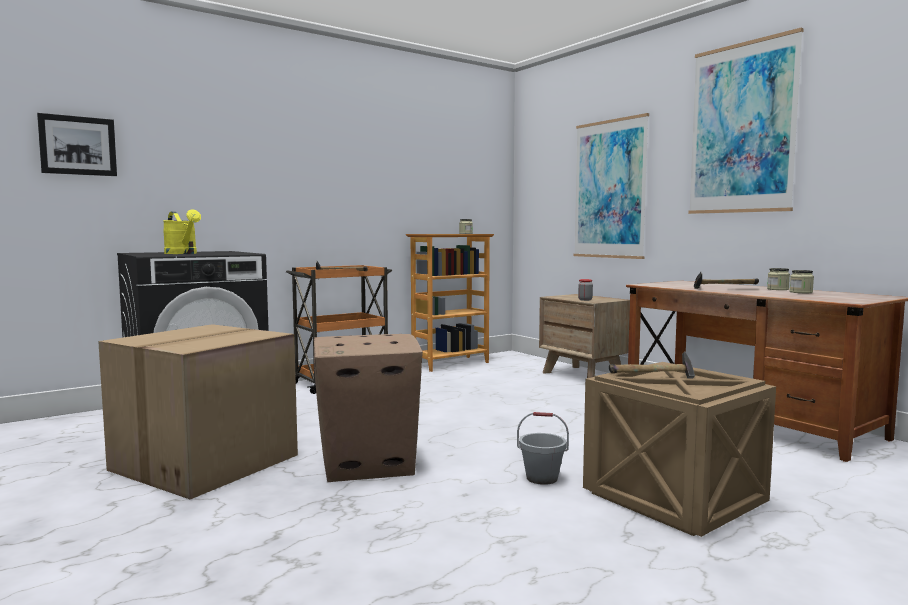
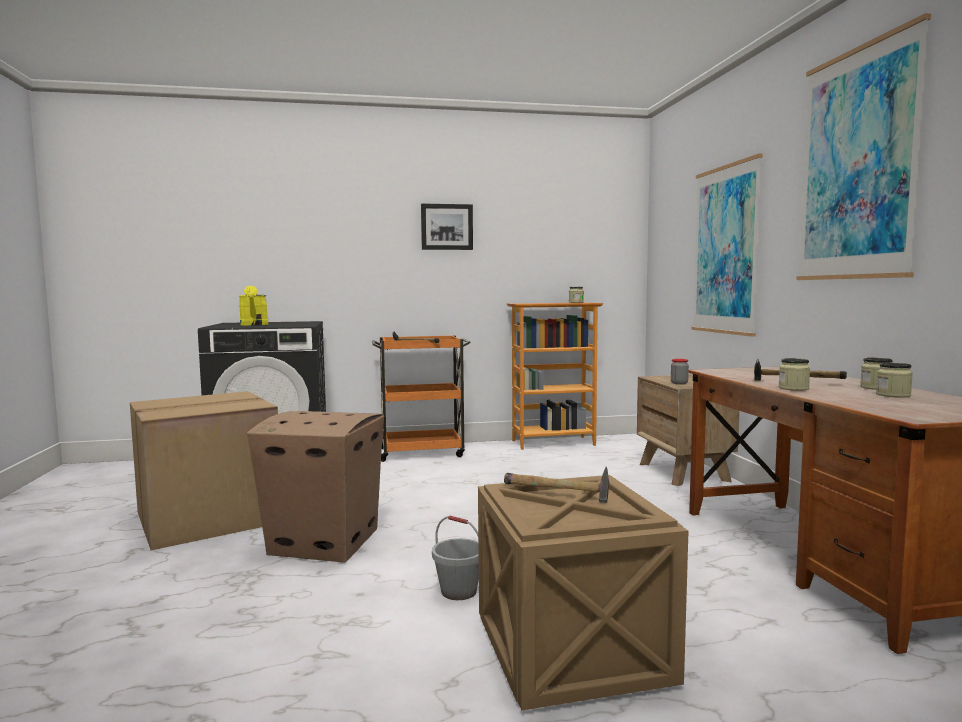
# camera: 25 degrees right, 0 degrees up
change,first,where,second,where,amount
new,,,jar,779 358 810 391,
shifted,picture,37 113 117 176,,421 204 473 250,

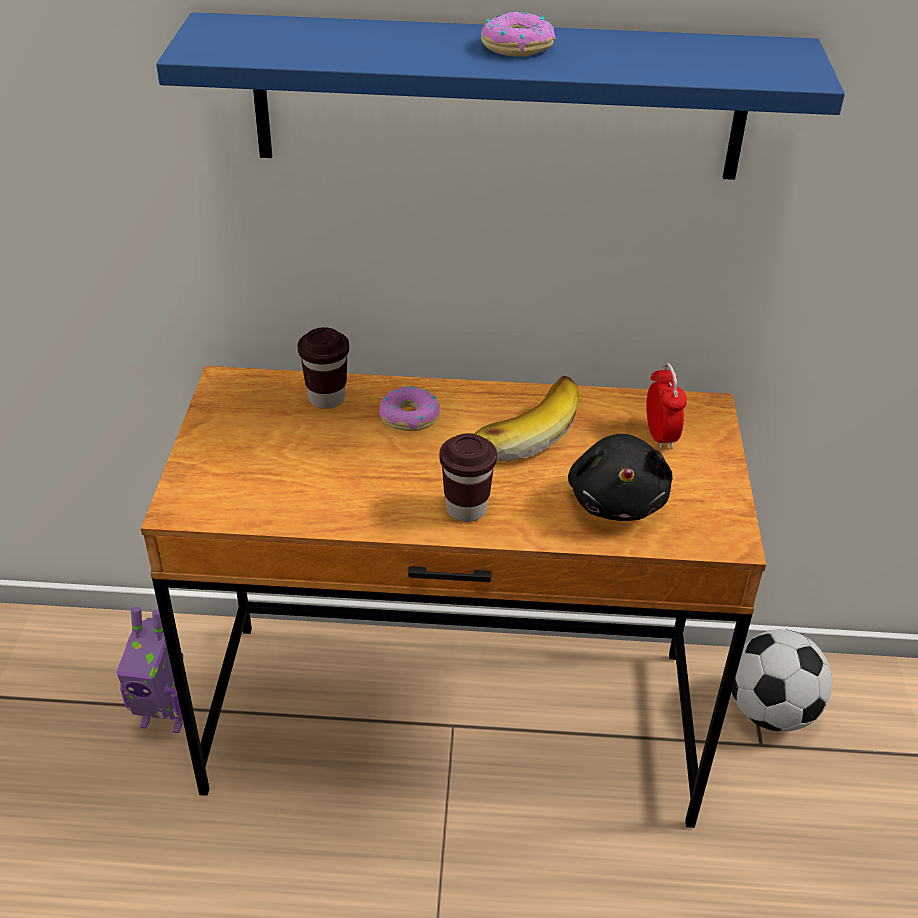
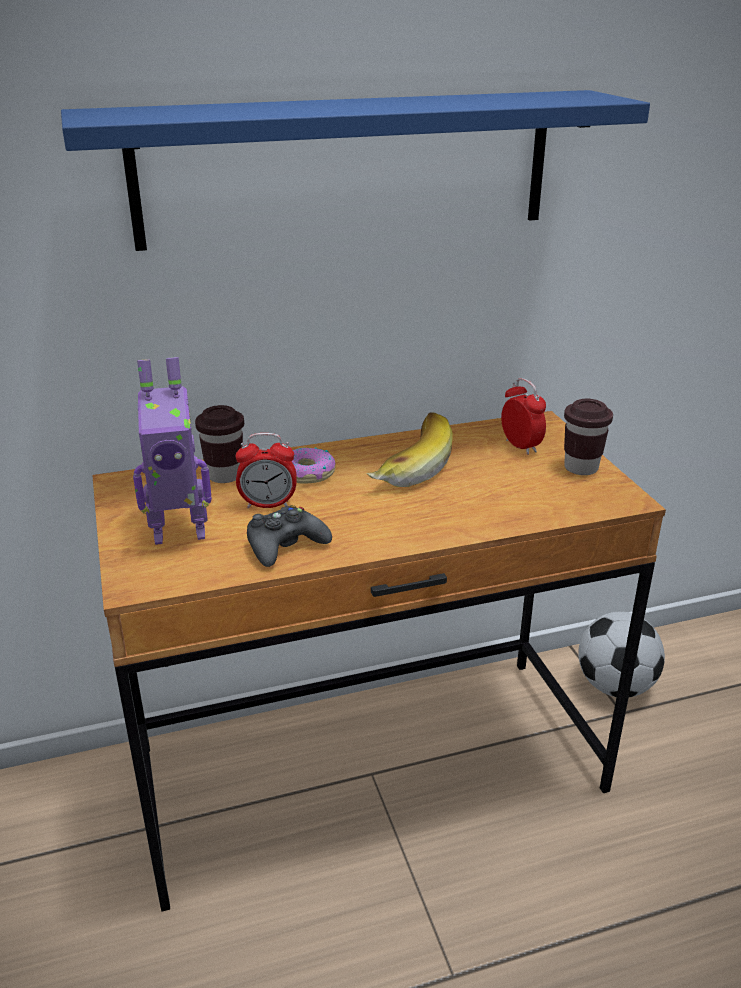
# camera: 20 degrees left, 10 degrees down
change,first,where,second,where,amount
gone,donut,481 11 555 57,,,
gone,black plush toy,568 434 672 521,,,
new,,,alarm clock,236 433 296 508,
new,,,black game controller,247 505 332 567,
shifted,toy robot,116 607 184 733,,133 357 212 545,
shifted,brown cup,439 433 497 522,,564 399 613 475,

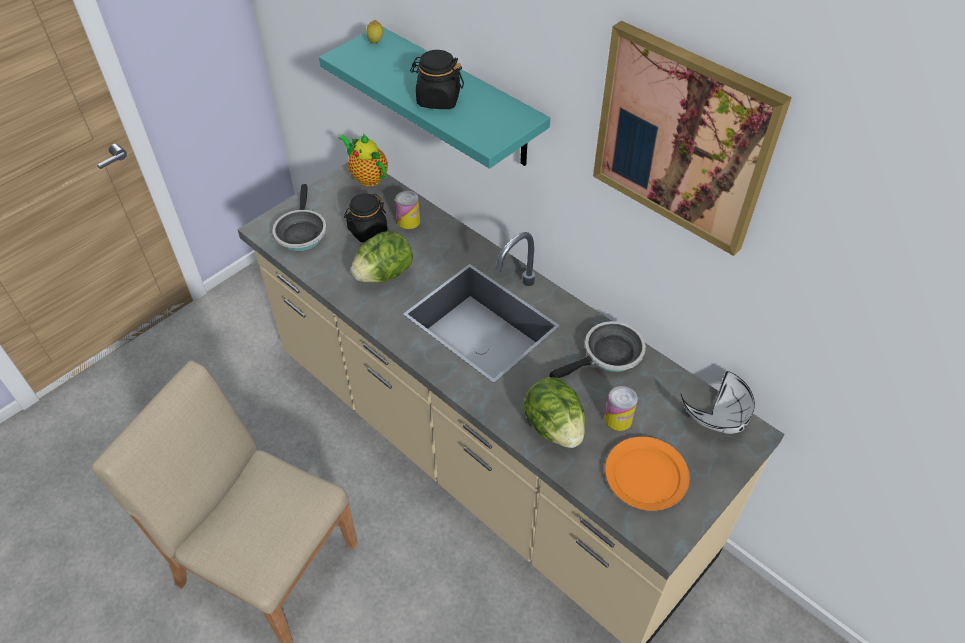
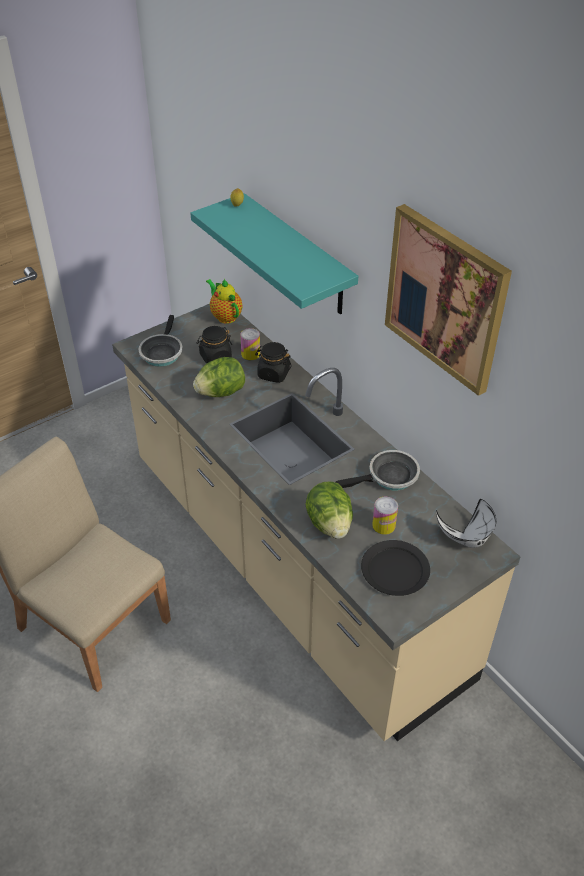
# camera: 10 degrees right, 5 degrees down
change,first,where,second,where,amount
shifted,black jar,410 50 464 109,,255 342 292 383,
repainted,orange plate,605 437 690 511,black plate,361 540 430 596,

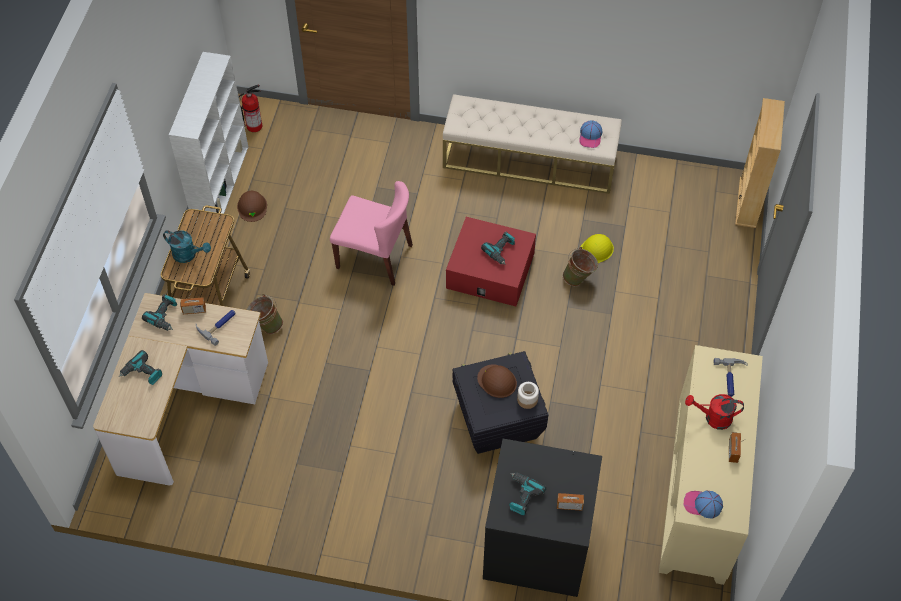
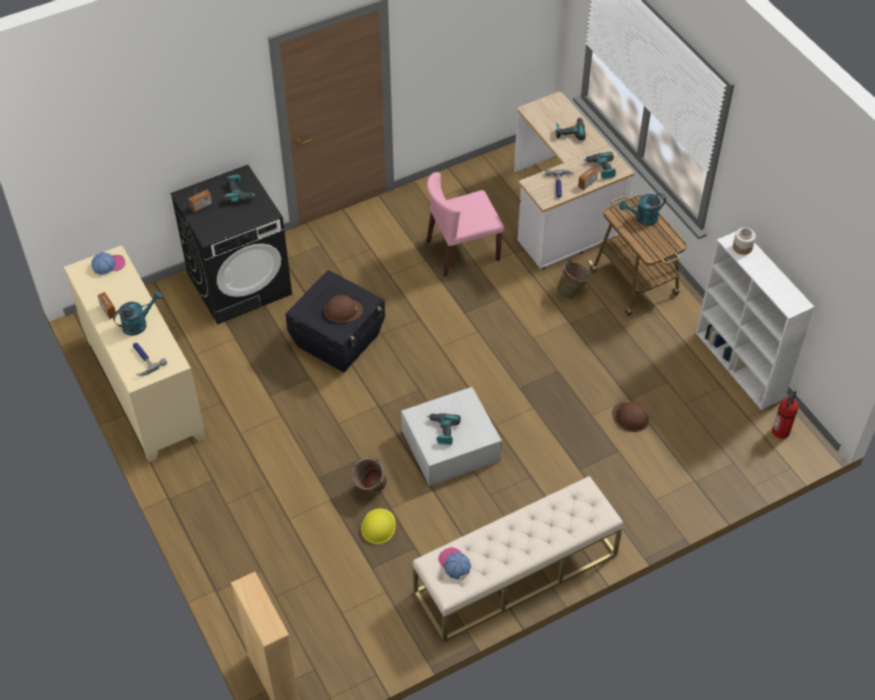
# camera: 140 degrees right, 5 degrees down
change,first,where,second,where,amount
shifted,brown hard hat,237 191 267 222,,612 402 649 432,
shifted,pink chair,330 181 413 286,,426 172 504 277,
shifted,jar,517 382 539 409,,733 228 756 255,
repainted,red storage box,446 217 536 306,white storage box,401 387 502 486,
repainted,red watering can,685 394 744 430,turquoise watering can,113 290 162 336,

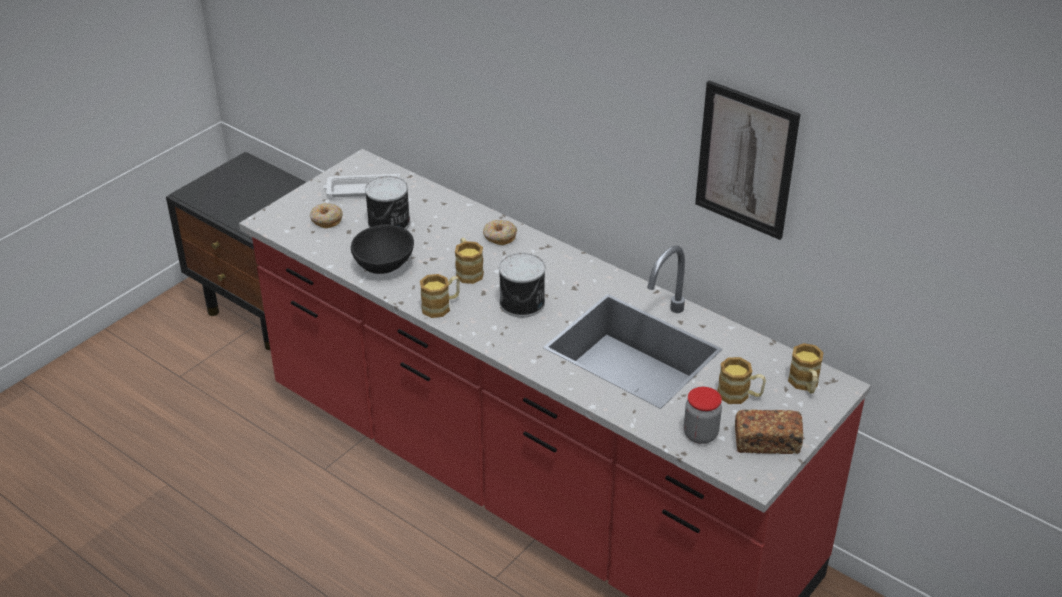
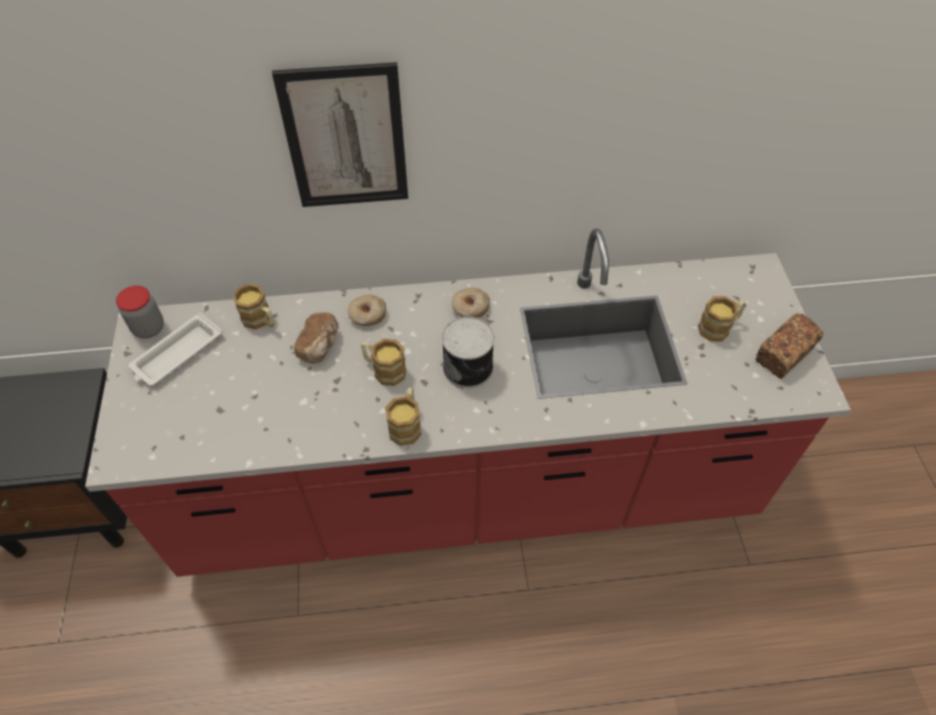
# camera: 45 degrees left, 15 degrees up
change,first,where,second,where,amount
gone,black bowl,351 224 414 274,,,
gone,can,365 176 410 229,,,
new,,,bread,294 312 339 364,
shifted,donut,310 203 342 228,,451 288 490 318,
shifted,jar,684 387 722 444,,116 286 164 338,
shifted,picture,695 81 800 240,,272 62 408 207,
shifted,mug,788 343 824 394,,232 283 275 330,

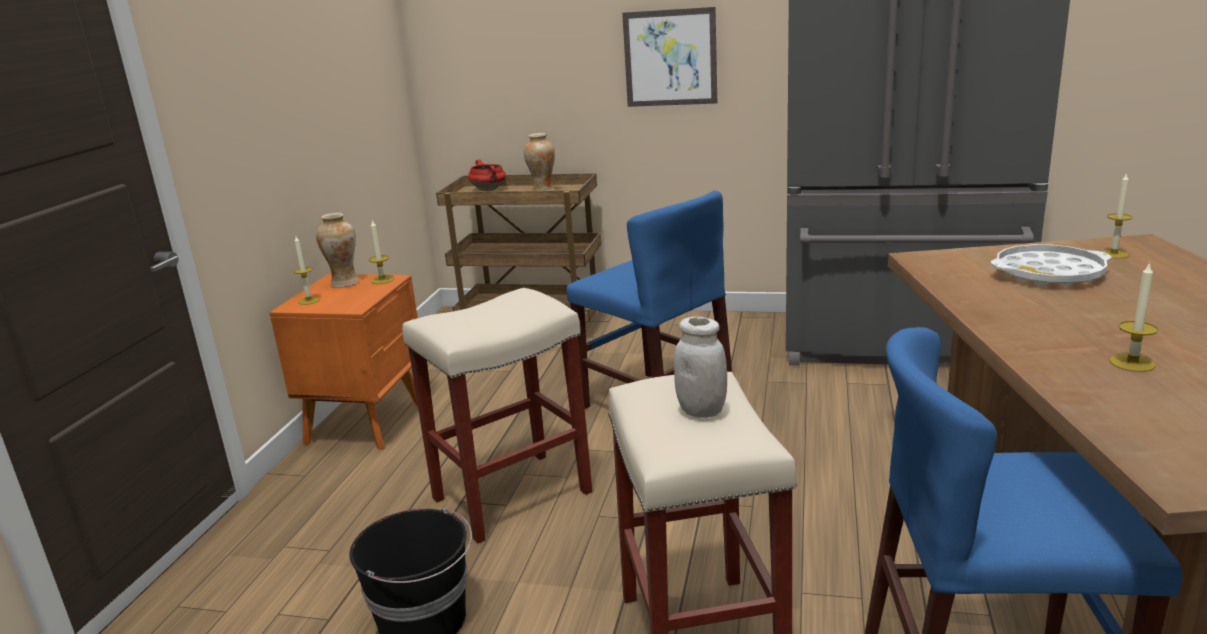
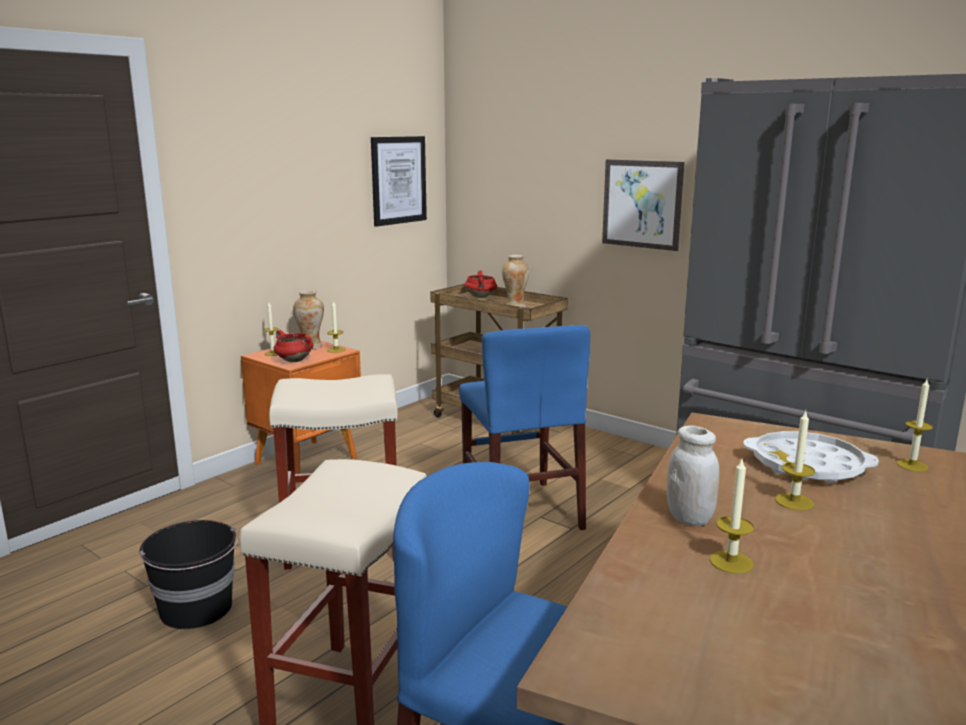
# camera: 25 degrees right, 5 degrees down
change,first,where,second,where,amount
new,,,red cooking pot,273 330 313 362,
new,,,picture,371 136 427 227,
new,,,candle,775 410 815 510,
shifted,white jar,674 317 727 418,,667 425 719 526,

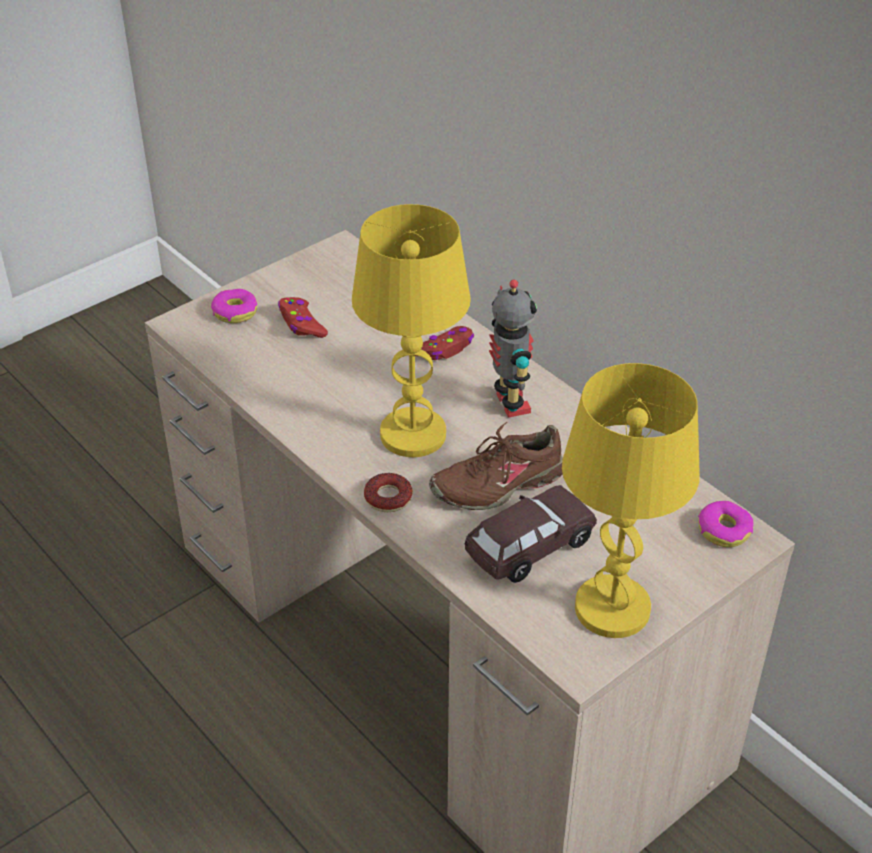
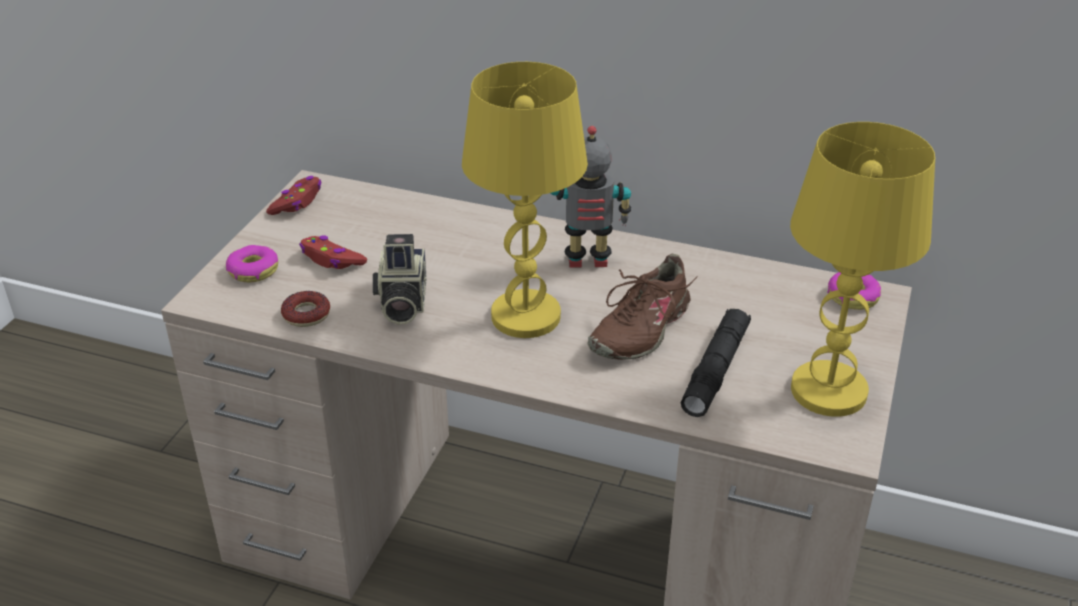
# camera: 30 degrees left, 5 degrees down
change,first,where,second,where,amount
new,,,photo camera,373 234 427 325,
shifted,donut,364 473 413 512,,281 291 330 327,
shifted,red game controller,415 326 474 360,,266 176 321 215,
swapped,brown toy car,465 485 597 583,black flashlight,681 309 751 417,
rotated,toy robot,489 280 537 418,,551 126 631 268,45 degrees counterclockwise

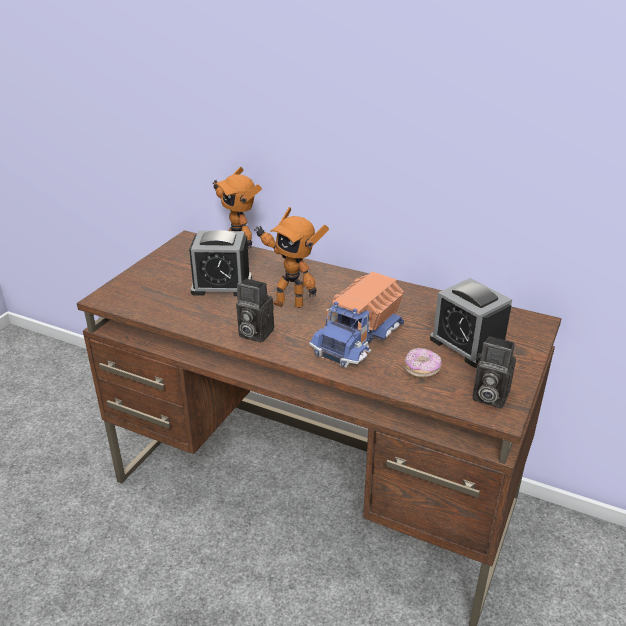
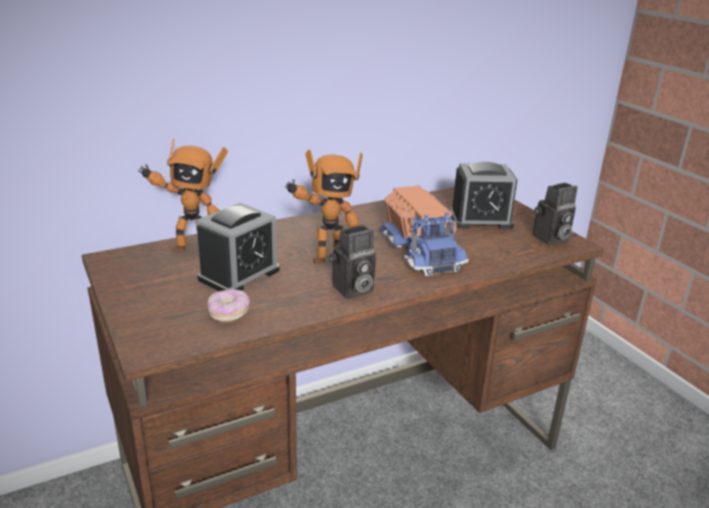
# camera: 55 degrees left, 5 degrees down
change,first,where,second,where,amount
shifted,donut,405 348 442 378,,207 290 250 322,

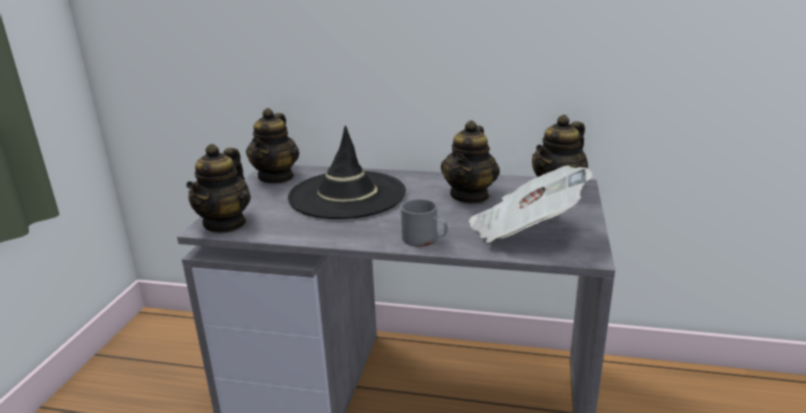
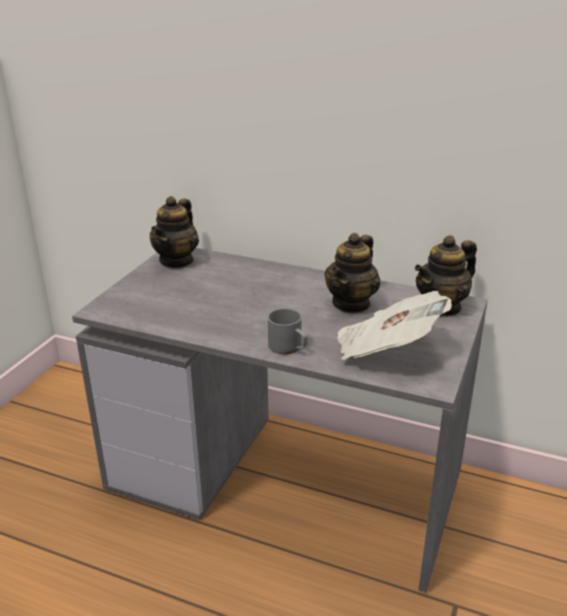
# camera: 10 degrees right, 5 degrees up
change,first,where,second,where,amount
gone,teapot,186 144 251 233,,,
gone,black hat,288 125 406 219,,,

